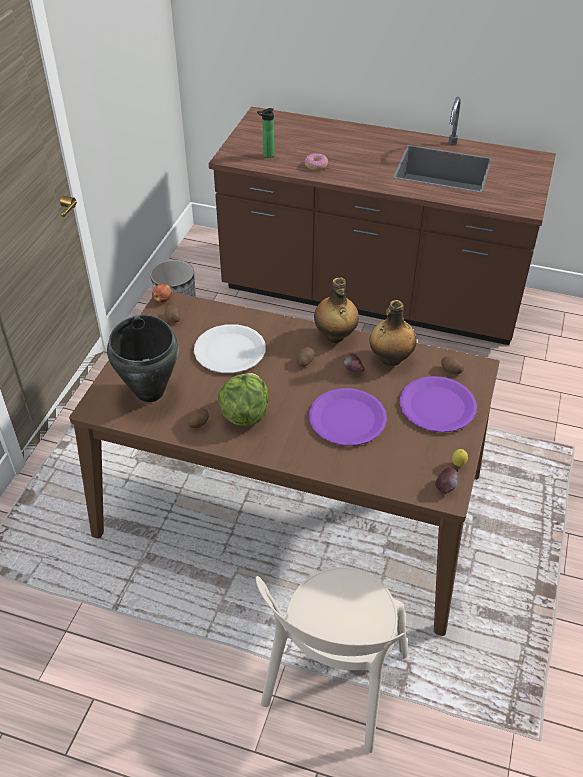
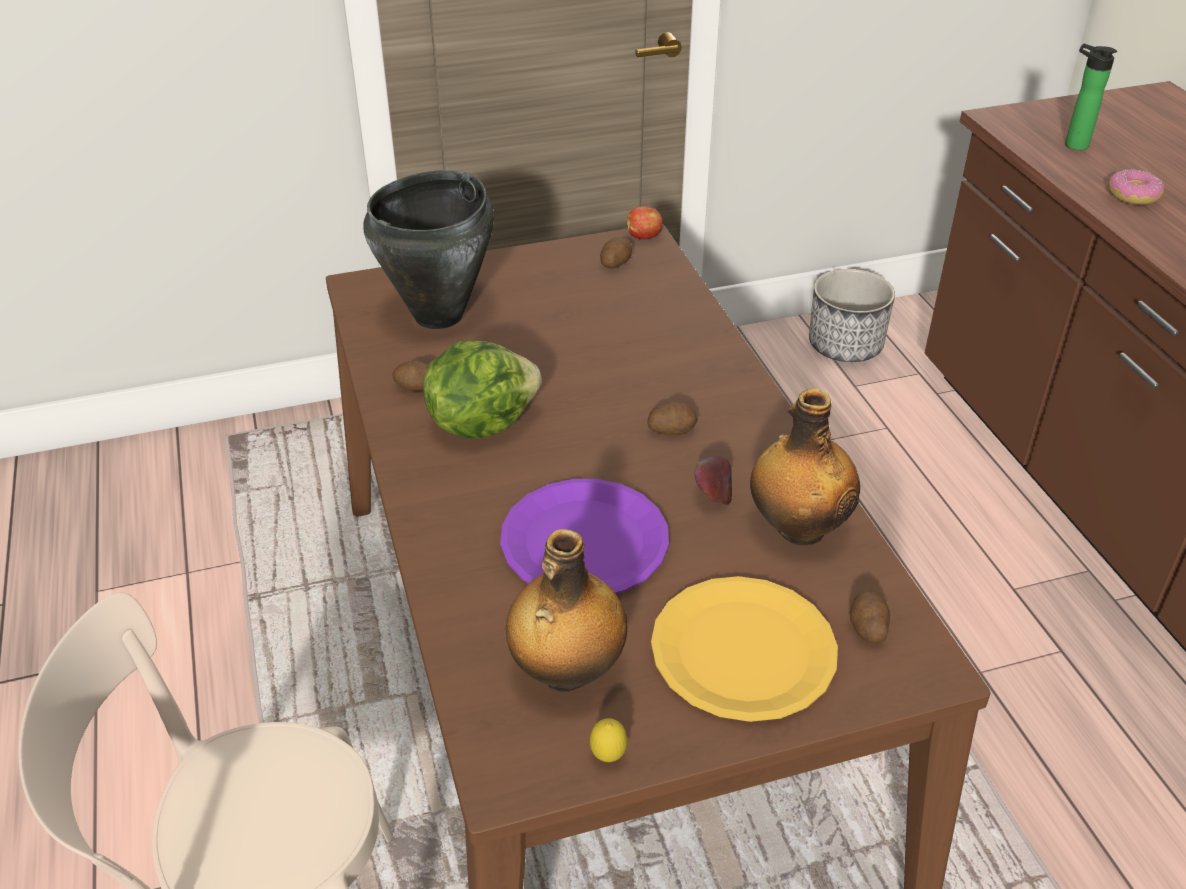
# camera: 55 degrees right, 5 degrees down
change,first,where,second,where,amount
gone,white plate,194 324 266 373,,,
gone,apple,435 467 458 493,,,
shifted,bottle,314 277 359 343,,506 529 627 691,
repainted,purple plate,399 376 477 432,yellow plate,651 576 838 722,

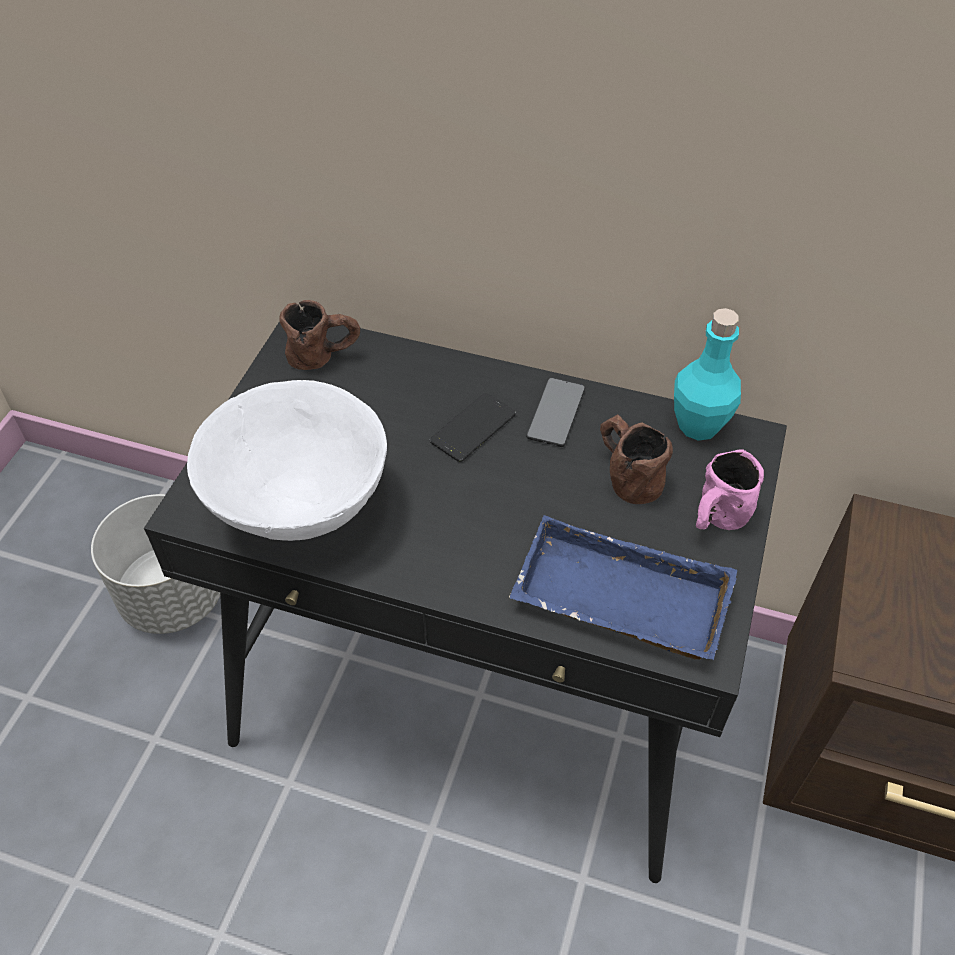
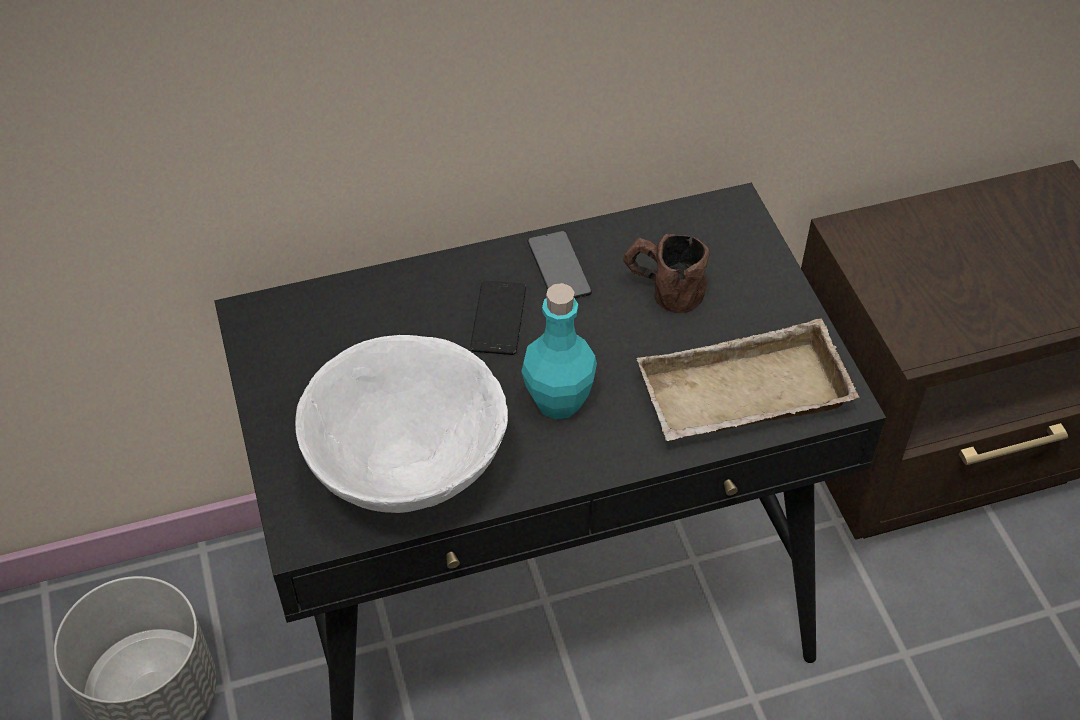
# camera: 35 degrees left, 0 degrees up
change,first,where,second,where,amount
gone,brown mug,279 300 360 370,,,
gone,pink mug,696 449 764 530,,,
shifted,turquoise bottle,674 308 741 441,,521 283 597 419,
repainted,blue tray,509 515 737 660,beige tray,636 318 860 441,

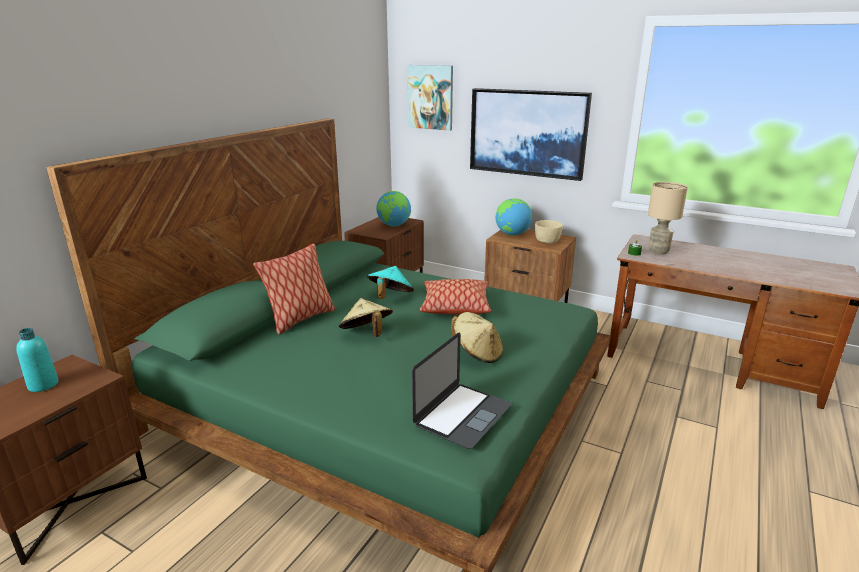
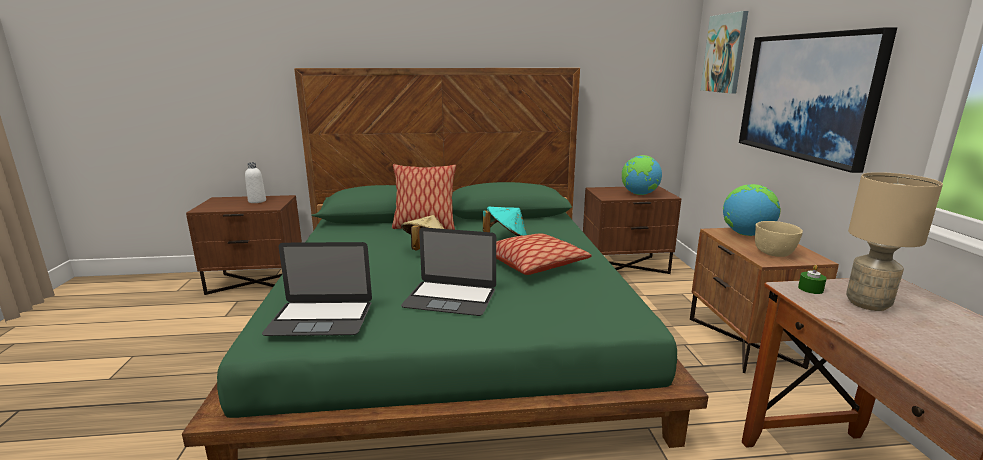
# camera: 55 degrees right, 5 degrees down
change,first,where,second,where,amount
swapped,beige hat,451 312 503 363,laptop,401 227 496 316,
repainted,turquoise bottle,16 328 59 392,white bottle,245 162 266 203,

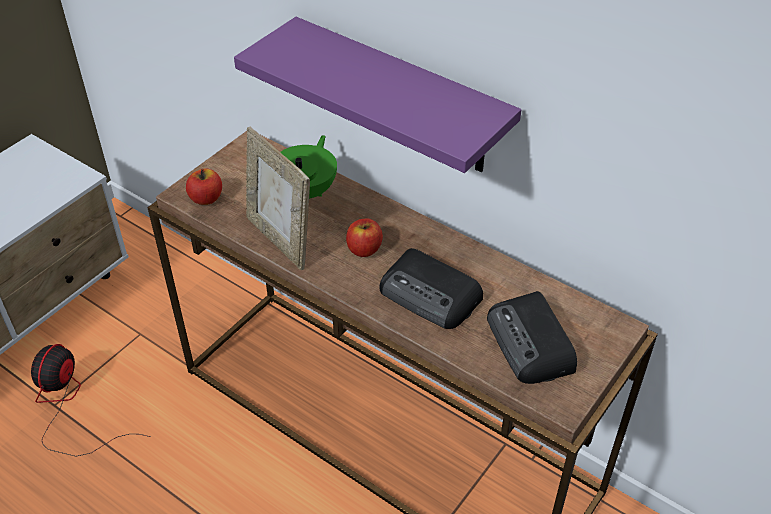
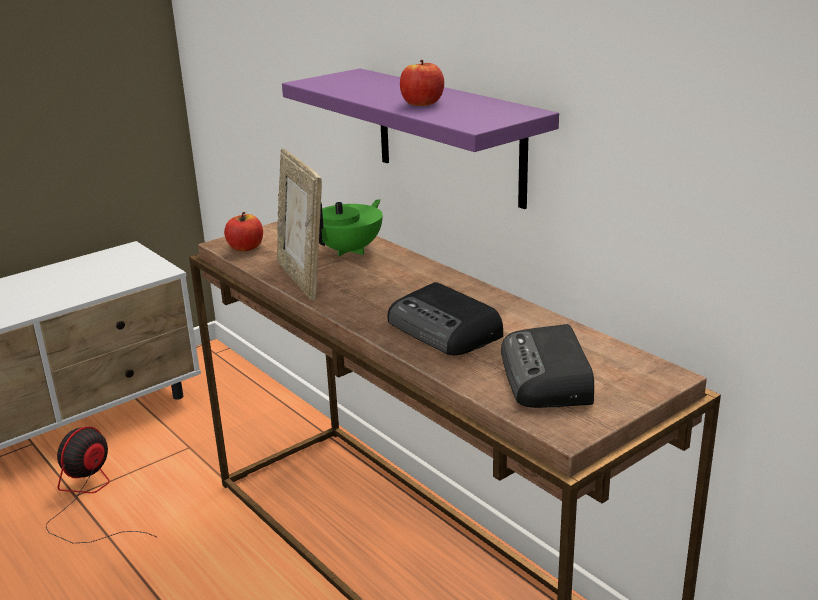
# camera: 15 degrees right, 20 degrees down
change,first,where,second,where,amount
shifted,apple,346 218 383 257,,400 60 444 106,

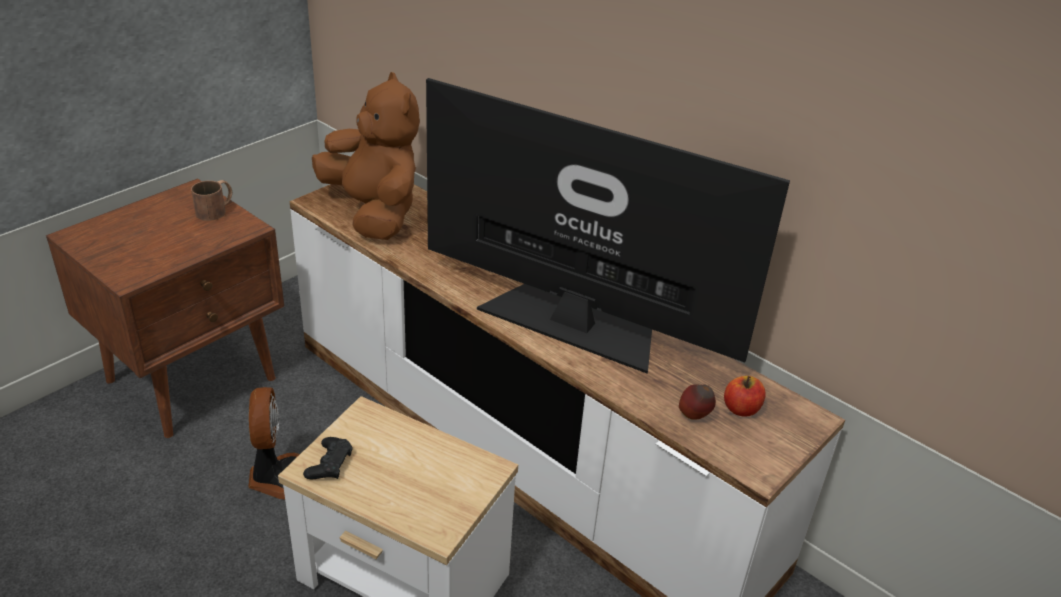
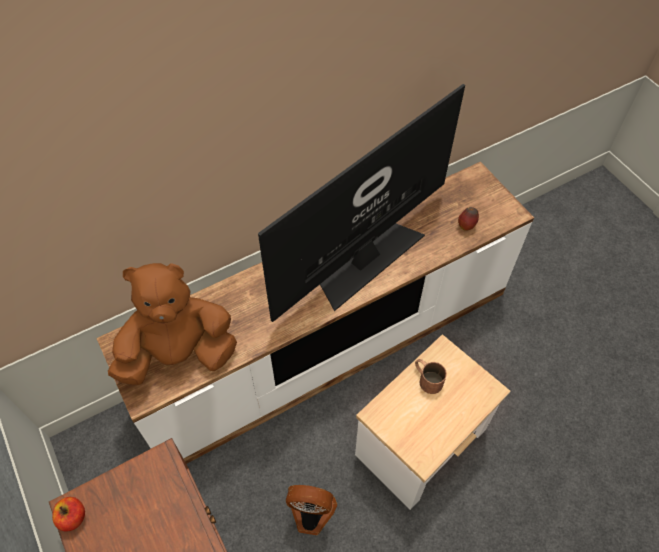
# camera: 70 degrees left, 20 degrees up
change,first,where,second,where,amount
gone,black game controller,303 437 352 479,,,
shifted,brown mug,191 180 232 221,,415 359 447 394,
shifted,apple,724 376 766 417,,52 497 85 531,

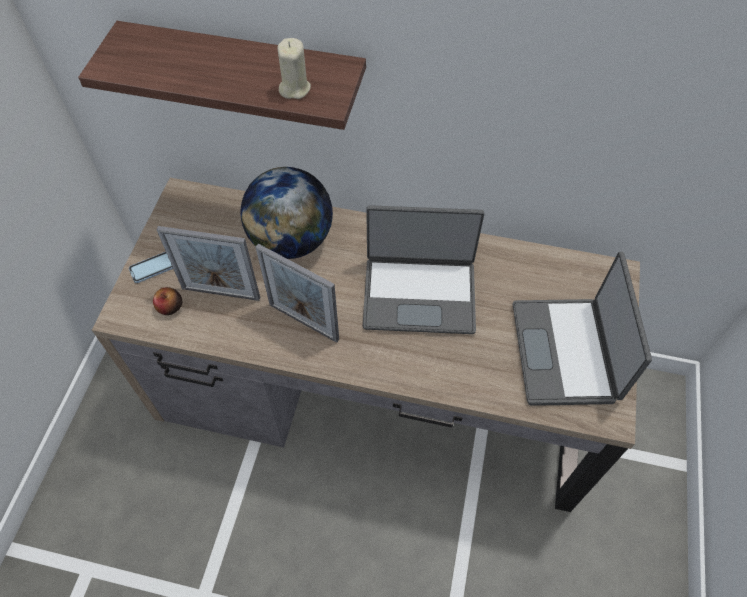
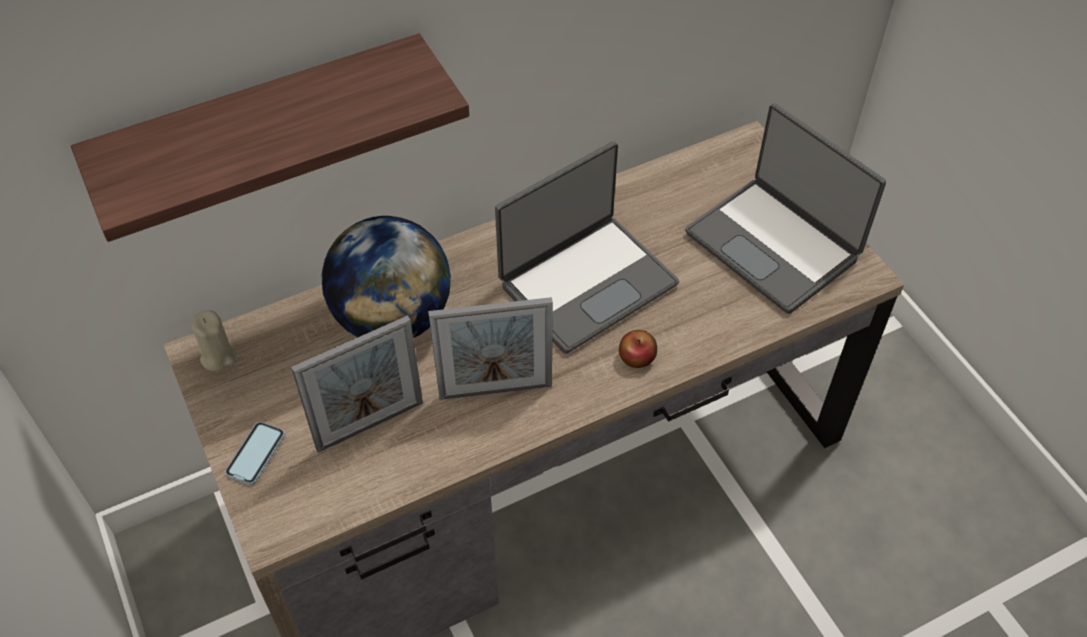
# camera: 40 degrees left, 5 degrees down
change,first,where,second,where,amount
shifted,apple,153 287 182 315,,619 330 657 368,
shifted,beige candle,277 38 311 99,,191 310 235 371,

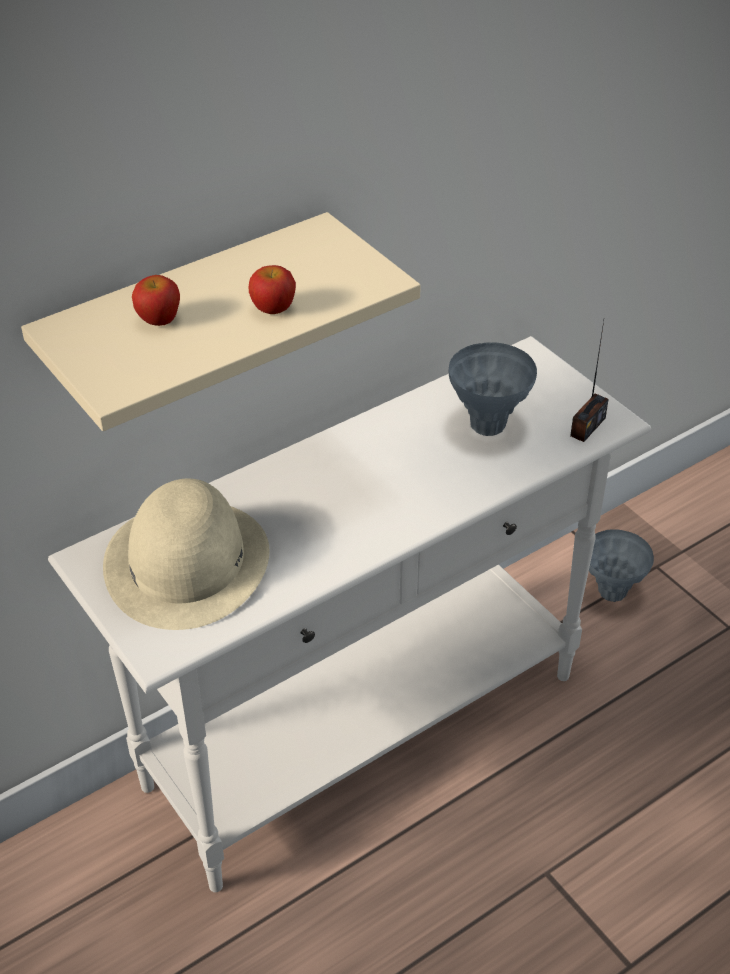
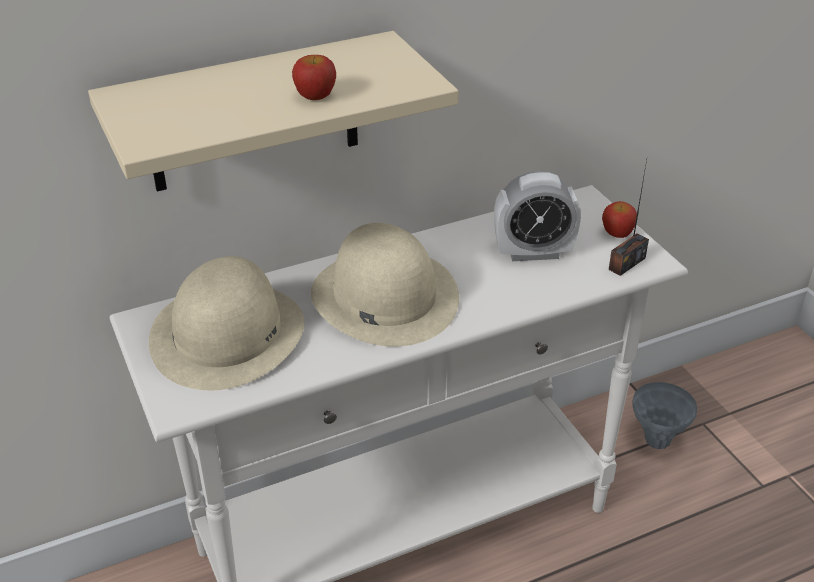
# camera: 10 degrees right, 5 degrees down
change,first,where,second,where,amount
new,,,beige hat,311 223 459 347,
shifted,apple,132 275 180 326,,602 201 637 238,
swapped,grey vase,448 342 537 436,alarm clock,494 171 581 261,

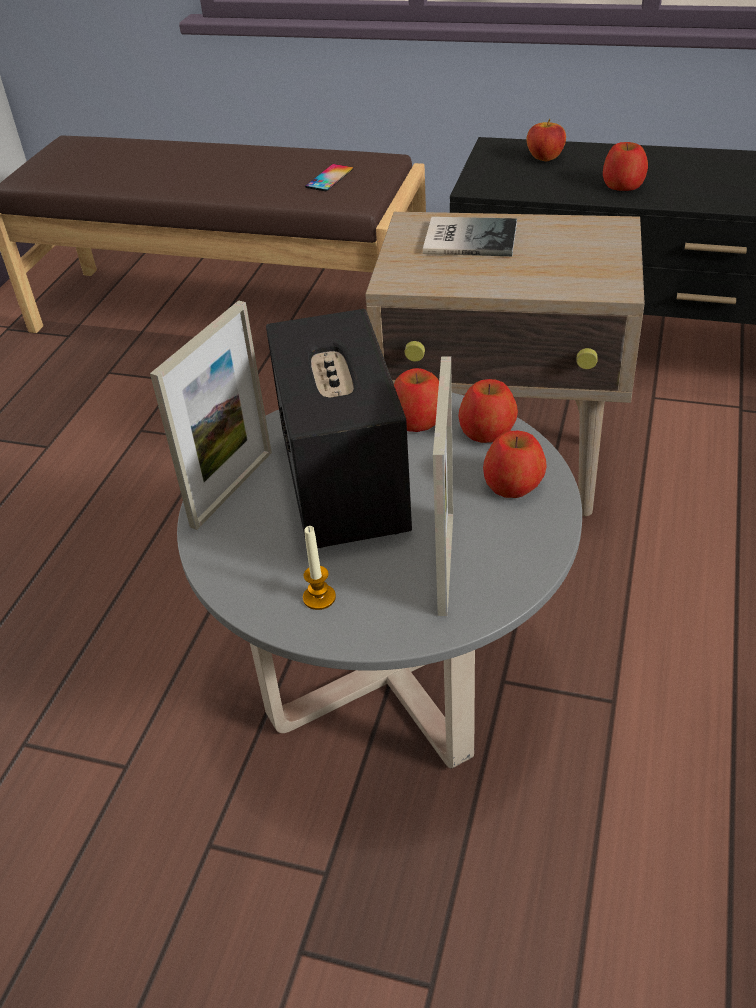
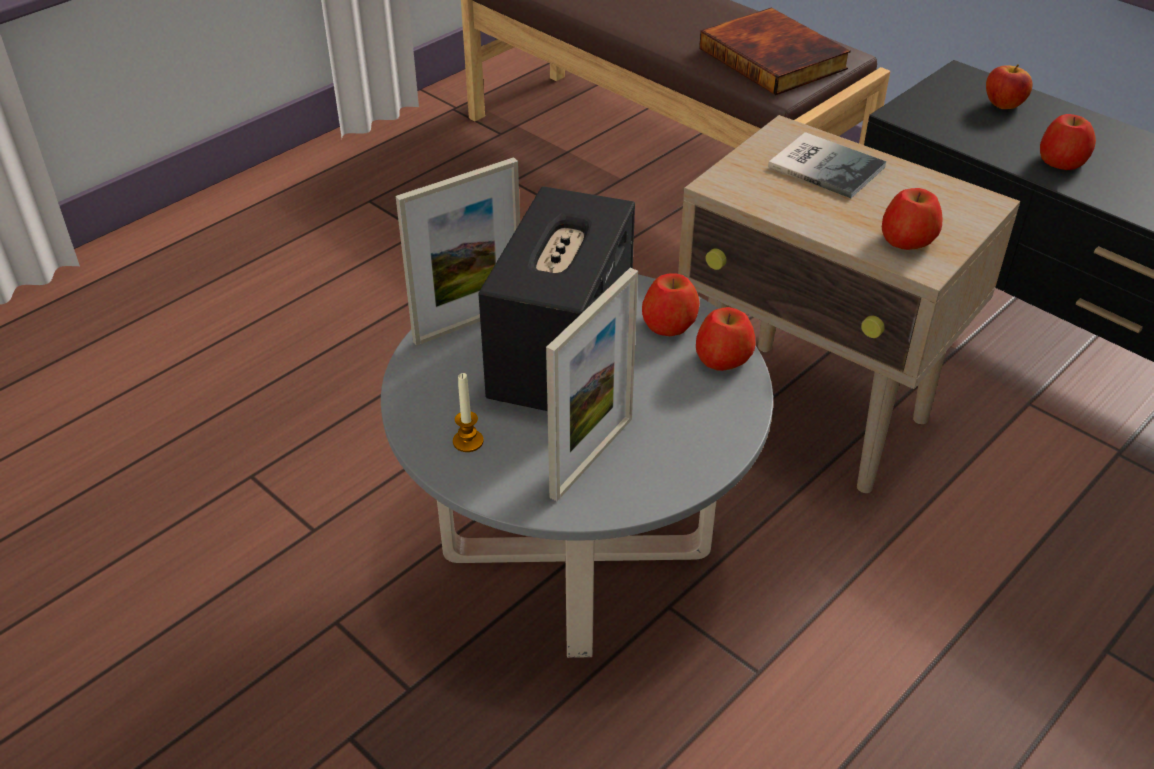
# camera: 25 degrees right, 0 degrees up
change,first,where,second,where,amount
shifted,apple,483 431 547 498,,882 188 943 250,
swapped,phone,305 164 354 191,book,699 8 851 95,

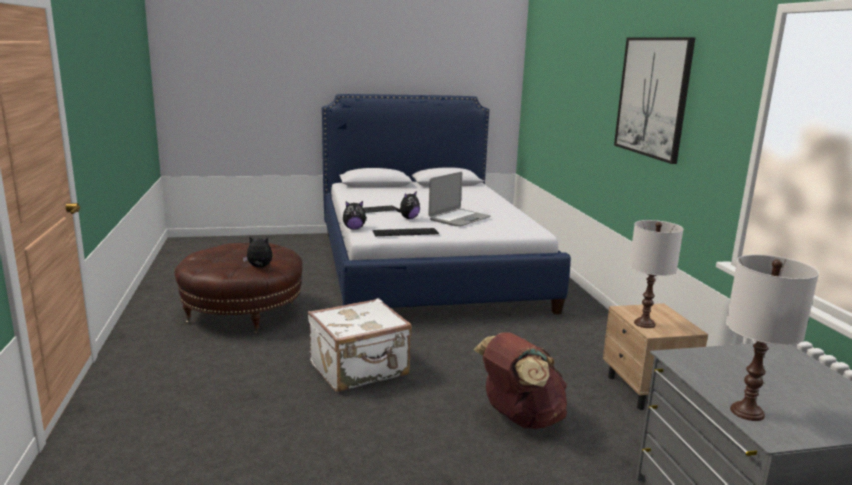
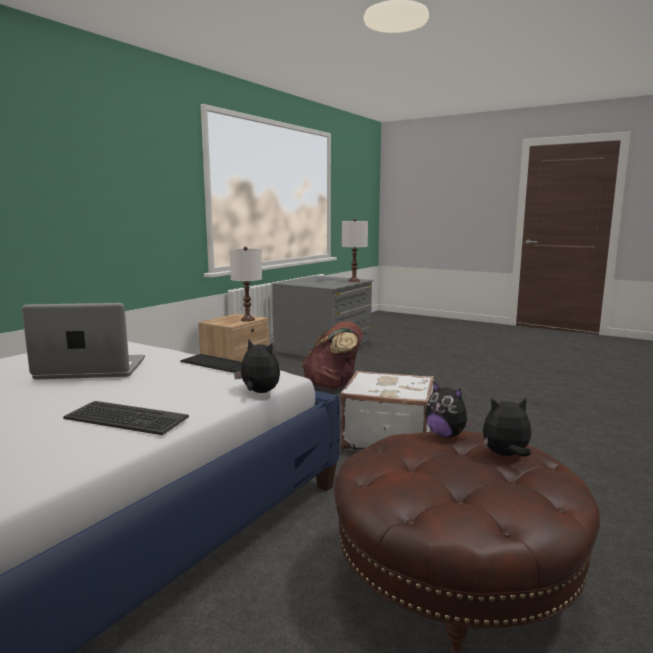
# camera: 135 degrees left, 5 degrees down
change,first,where,second,where,amount
gone,picture,614 37 696 164,,,
shifted,plush toy,396 191 420 219,,483 398 531 457,

